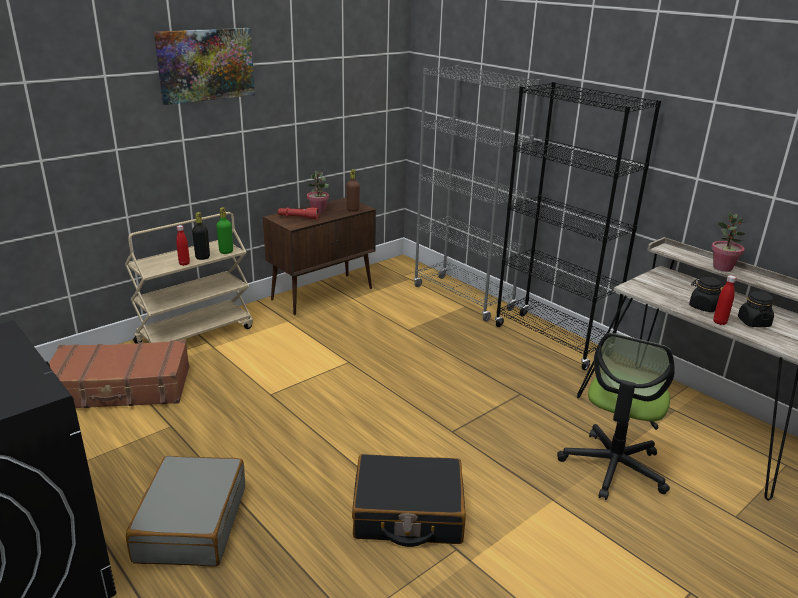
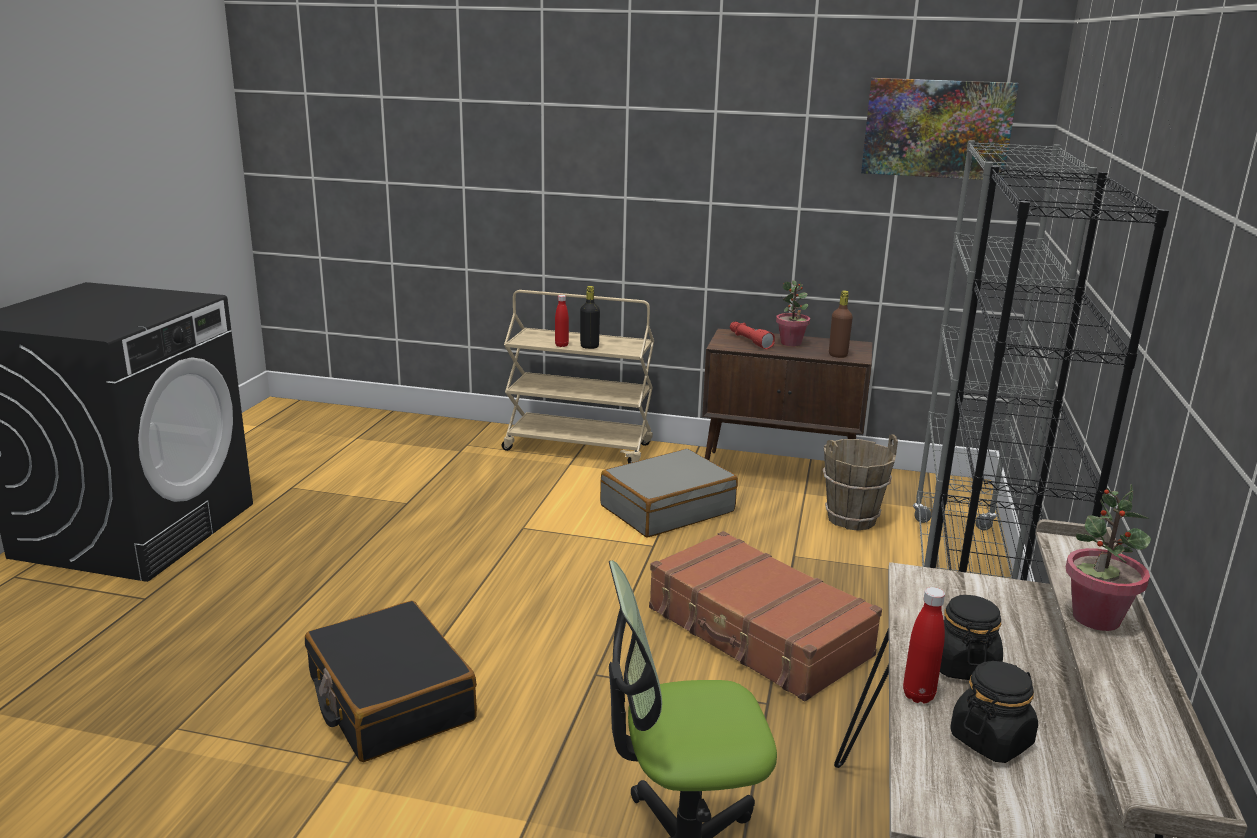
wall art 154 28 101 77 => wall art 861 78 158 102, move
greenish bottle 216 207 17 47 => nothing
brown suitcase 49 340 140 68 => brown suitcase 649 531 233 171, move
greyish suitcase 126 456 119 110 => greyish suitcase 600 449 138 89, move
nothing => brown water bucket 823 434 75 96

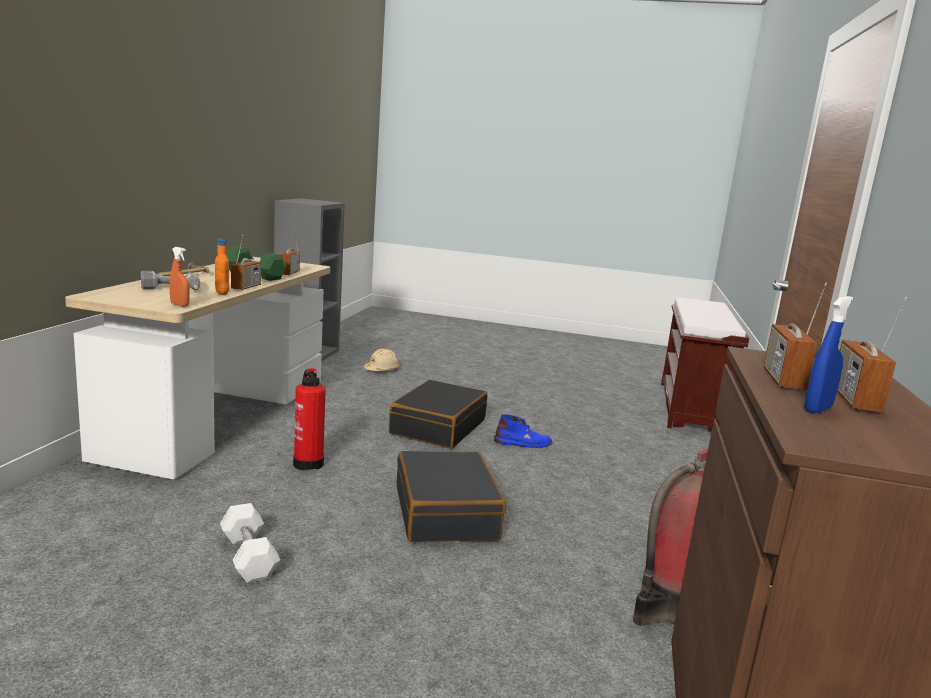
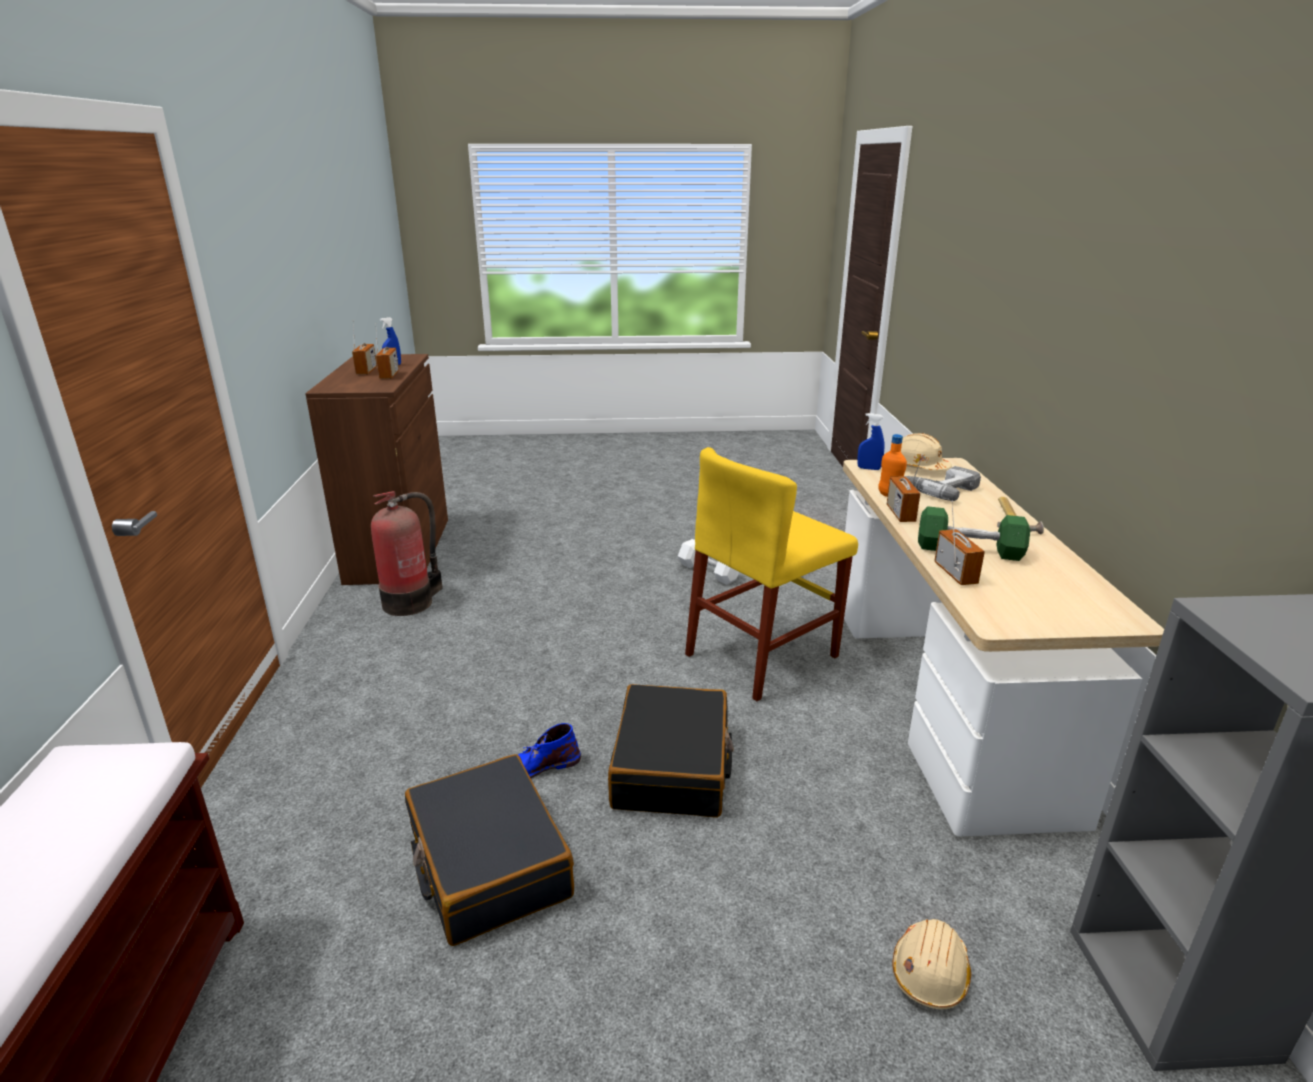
orangey sprayer 169 247 20 60 => blue-coloured sprayer 857 413 28 57
extinguisher 293 368 33 103 => yellow plain chair 685 447 173 254
blackish suitcase 397 451 109 91 => blackish suitcase 405 754 169 192, move
nothing => beige-coloured work helmet 901 433 51 38

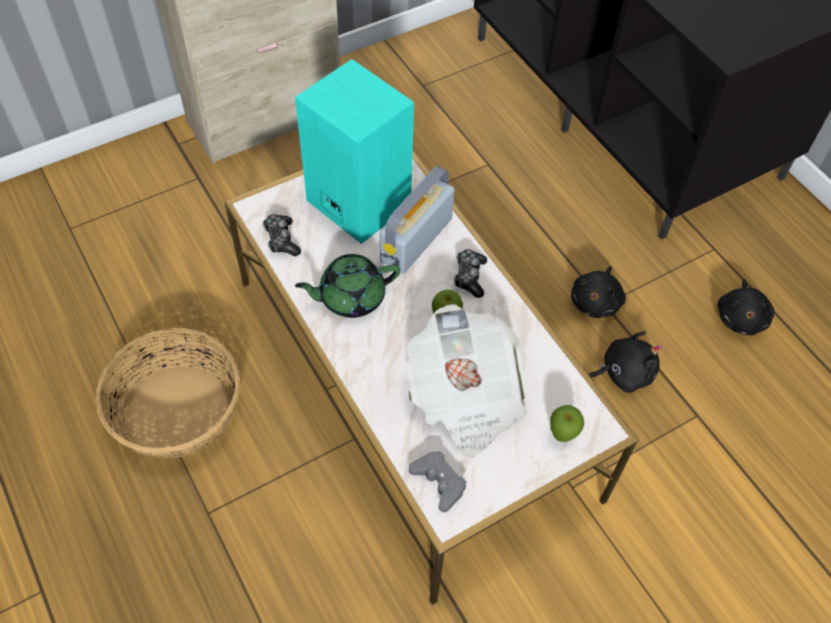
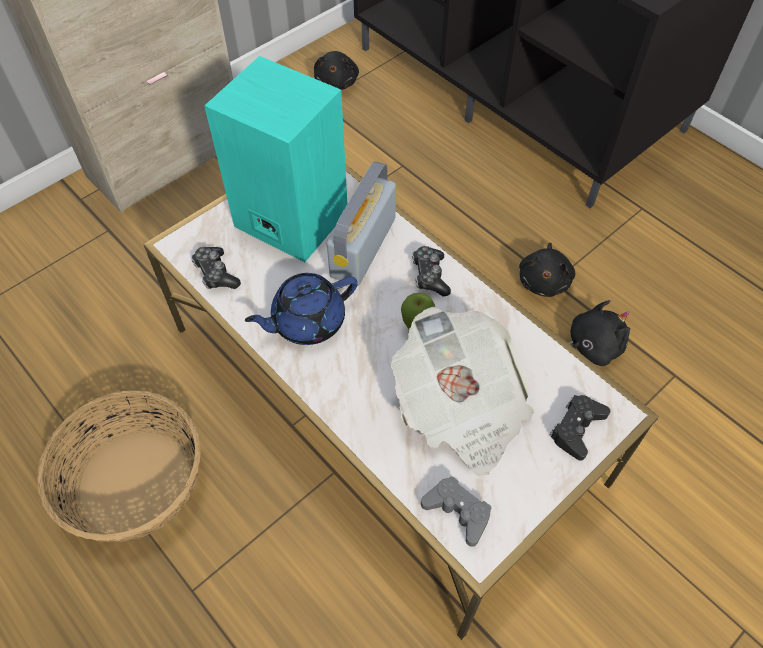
greenish teapot 295 254 105 64 => blue-coloured teapot 245 273 113 72
blackish plush toy 717 279 58 56 => blackish plush toy 314 51 45 39, move
apple 550 405 34 37 => blackish game controller 549 395 61 66

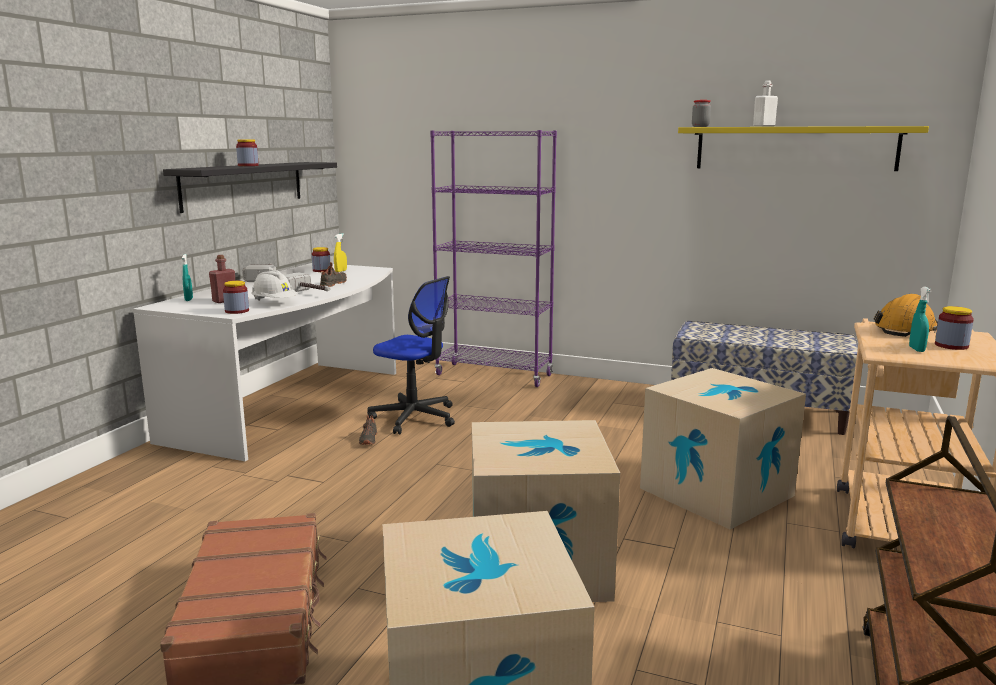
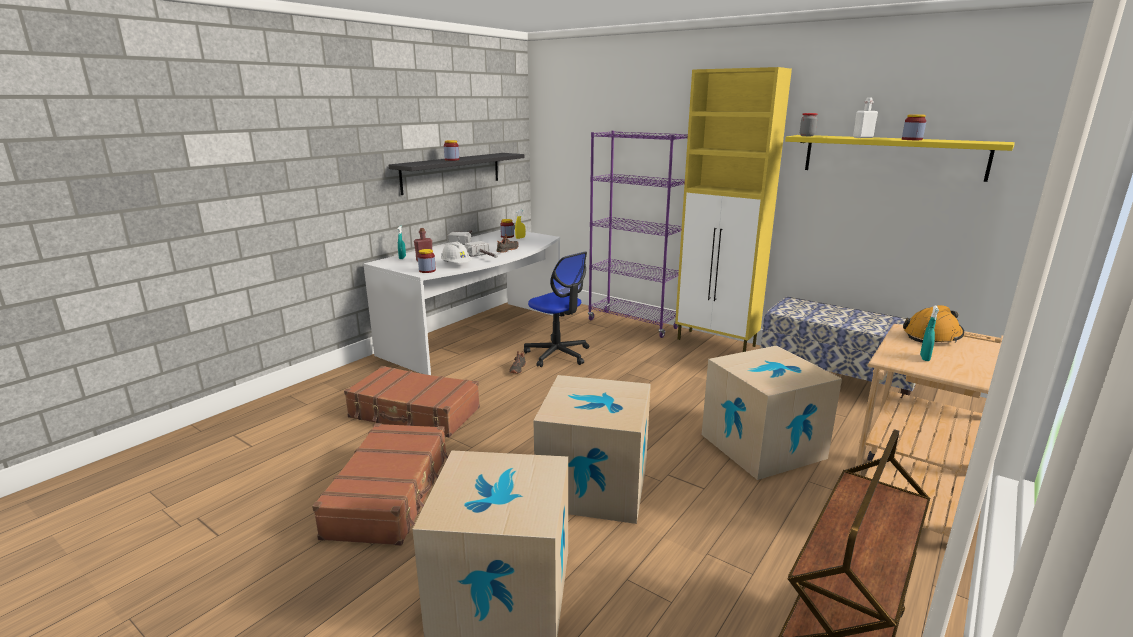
storage jar 935 306 39 44 => storage jar 902 114 24 26, move
nothing => yellow storage cabinet 675 67 117 285
nothing => brown suitcase 344 366 136 72

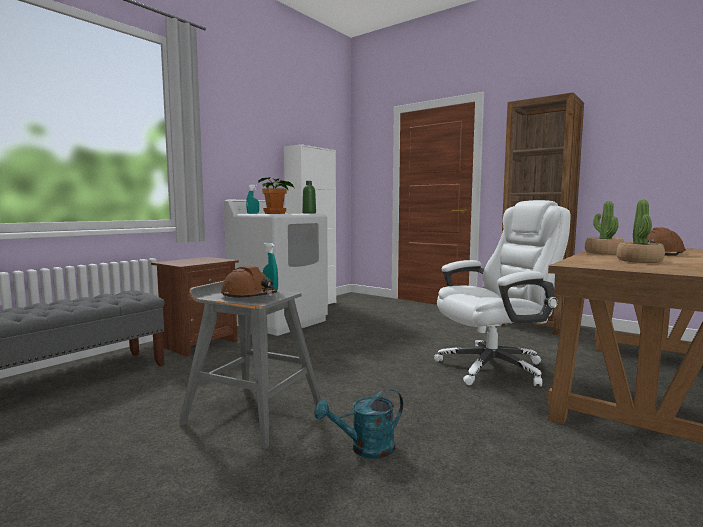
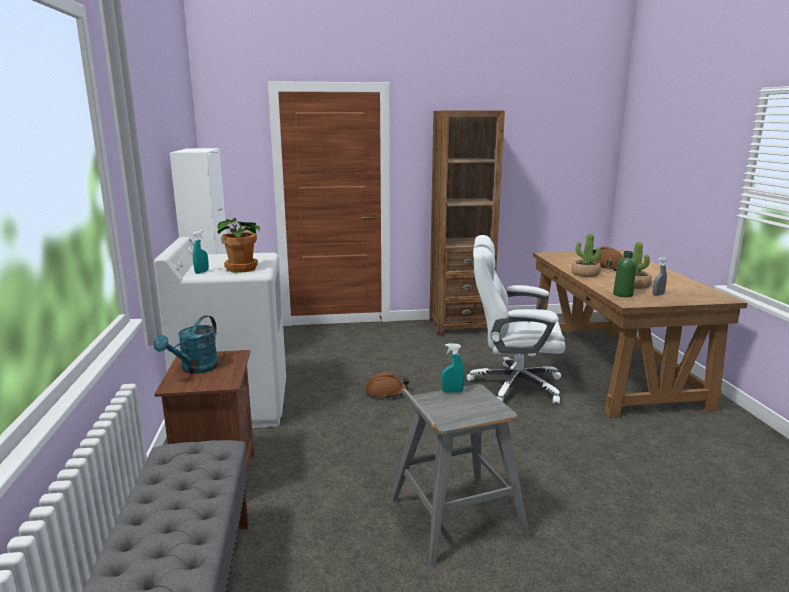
greenish bottle 302 181 14 33 => greenish bottle 613 251 23 46, move
whitish computer chair 434 200 136 187 => whitish computer chair 467 235 98 169, 105 degrees counterclockwise
brown work helmet 221 266 56 32 => brown work helmet 365 372 45 26, move
blue-green watering pot 314 388 89 71 => blue-green watering pot 154 315 65 59, move
nothing => greyish sprayer 653 257 14 39

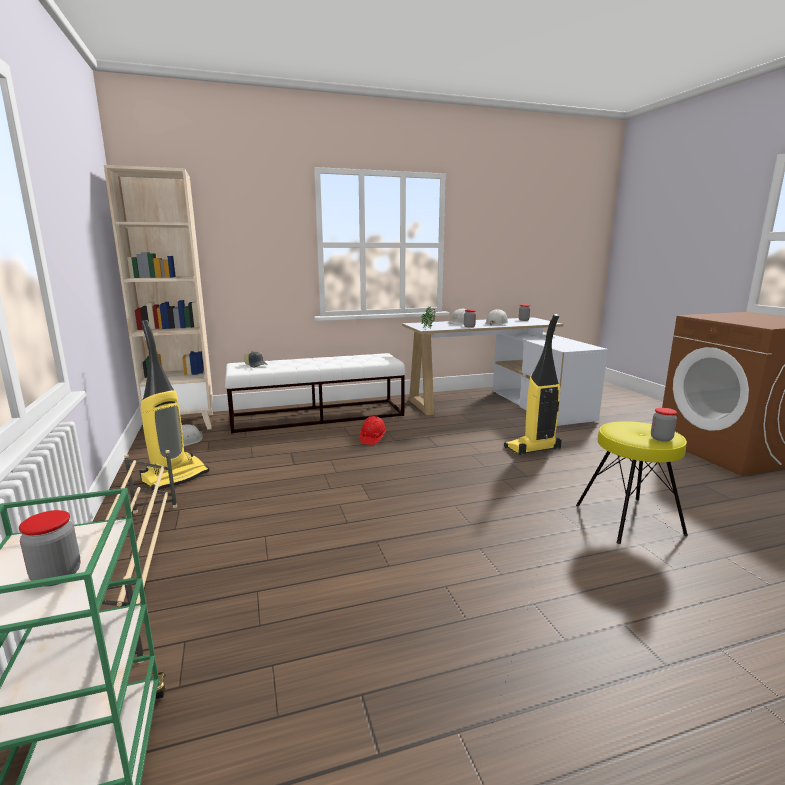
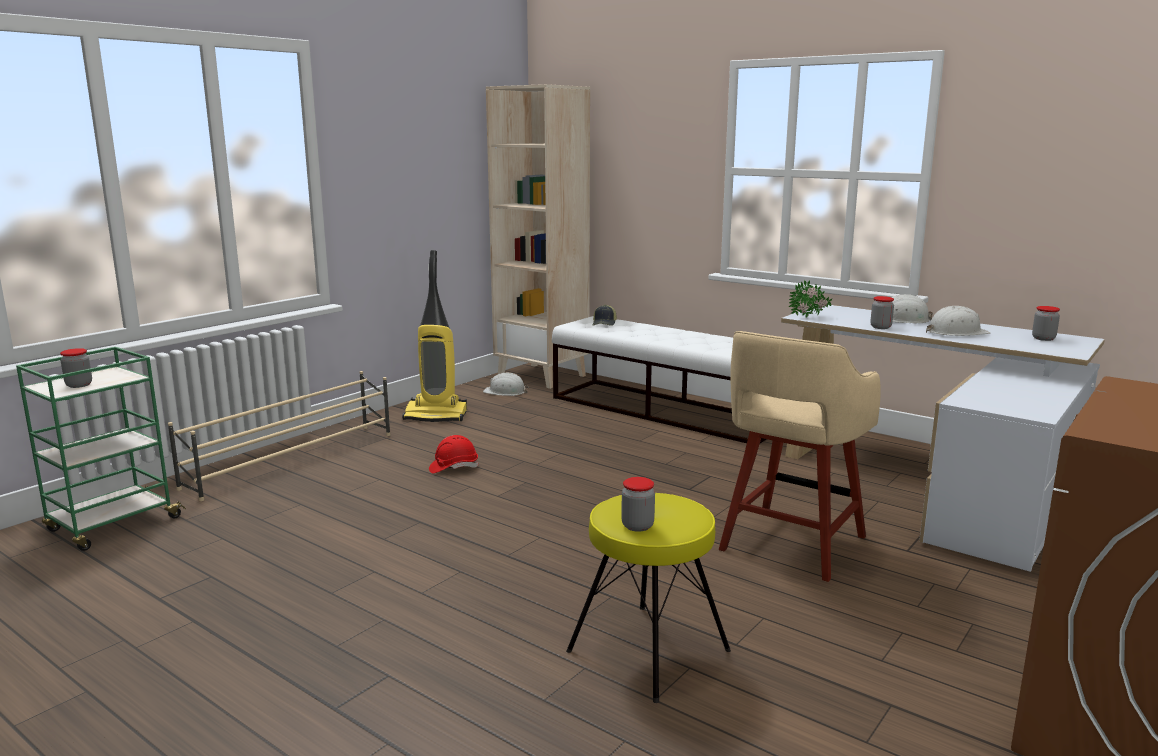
hoover 504 314 58 141 => beige-coloured stool 719 331 162 251
red-coloured work helmet 360 416 27 29 => red-coloured work helmet 429 435 49 38, move

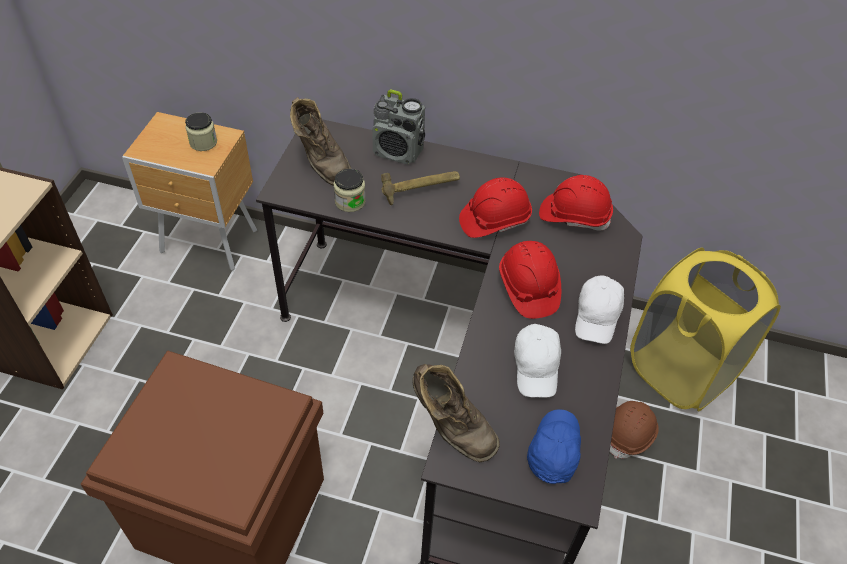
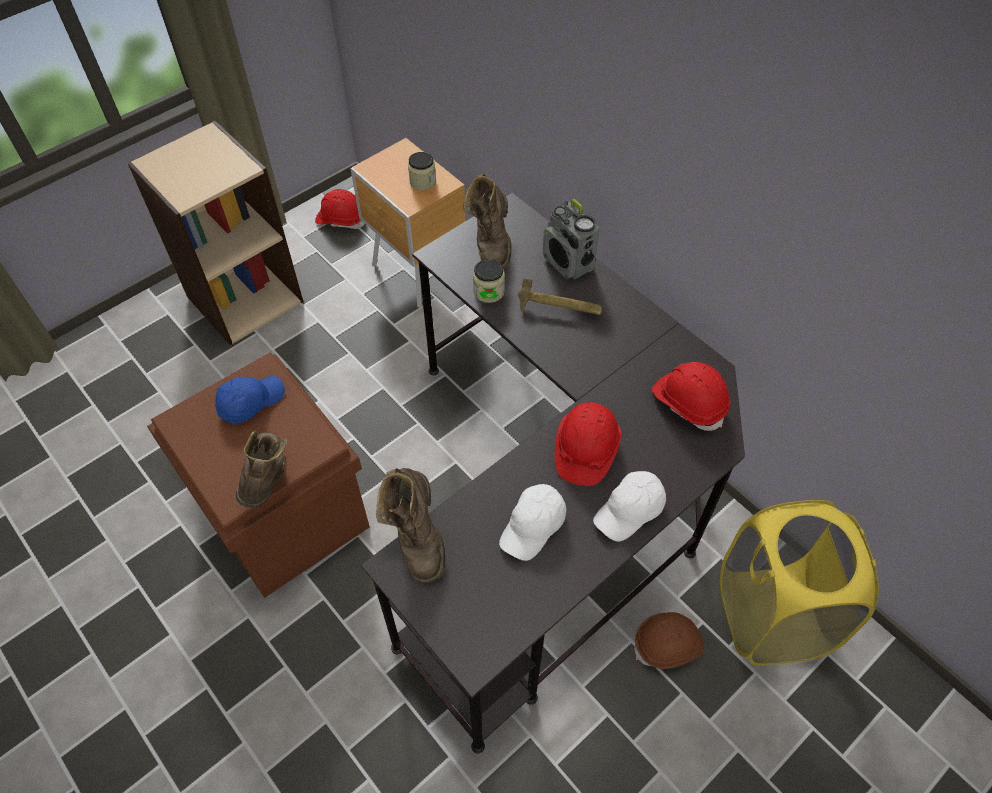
red-coloured work helmet 459 178 73 60 => red-coloured work helmet 315 189 50 40, move
blue-coloured baseball cap 527 409 54 75 => blue-coloured baseball cap 215 376 70 48, move
nothing => brown boot 236 430 52 78

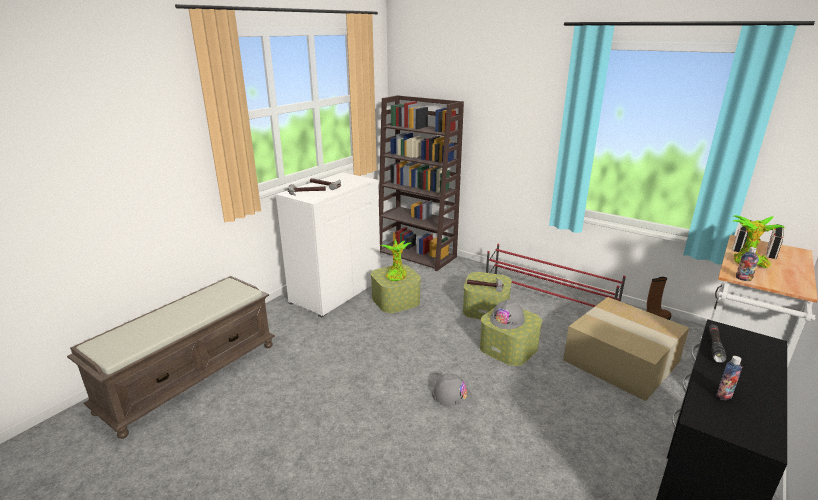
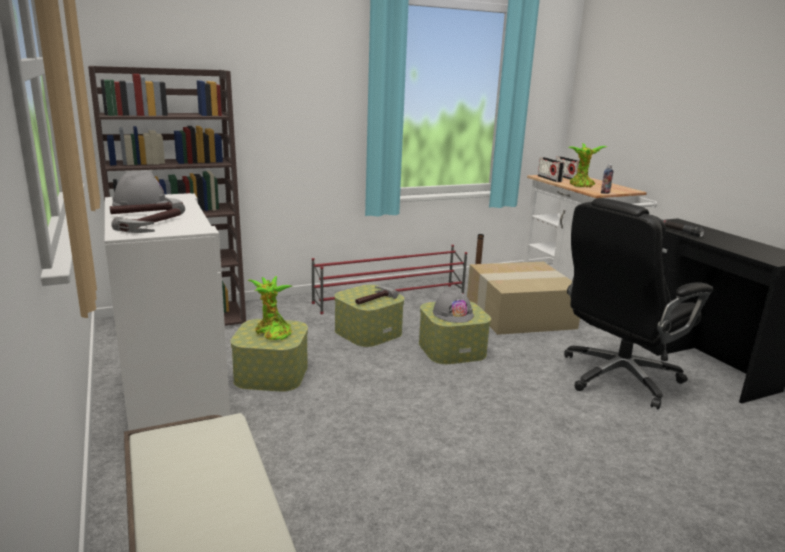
bottle 716 356 27 44 => nothing
greyish work helmet 432 373 40 35 => greyish work helmet 112 171 56 35, move
nothing => blackish computer chair 564 198 149 211

